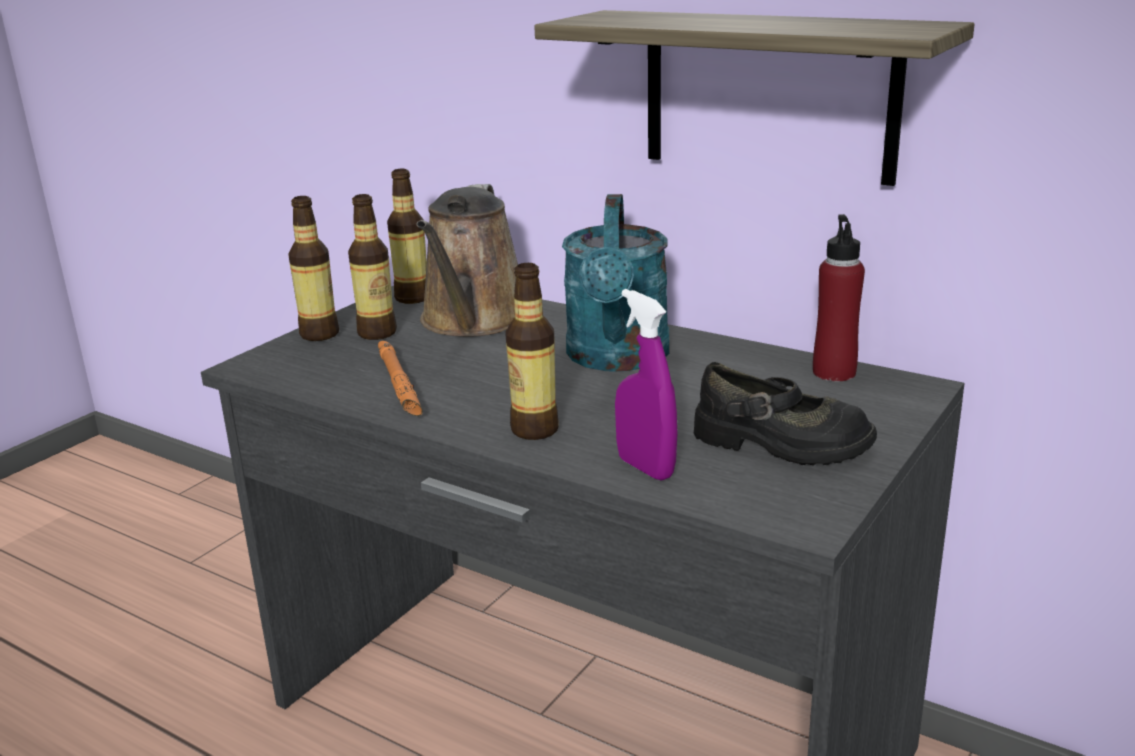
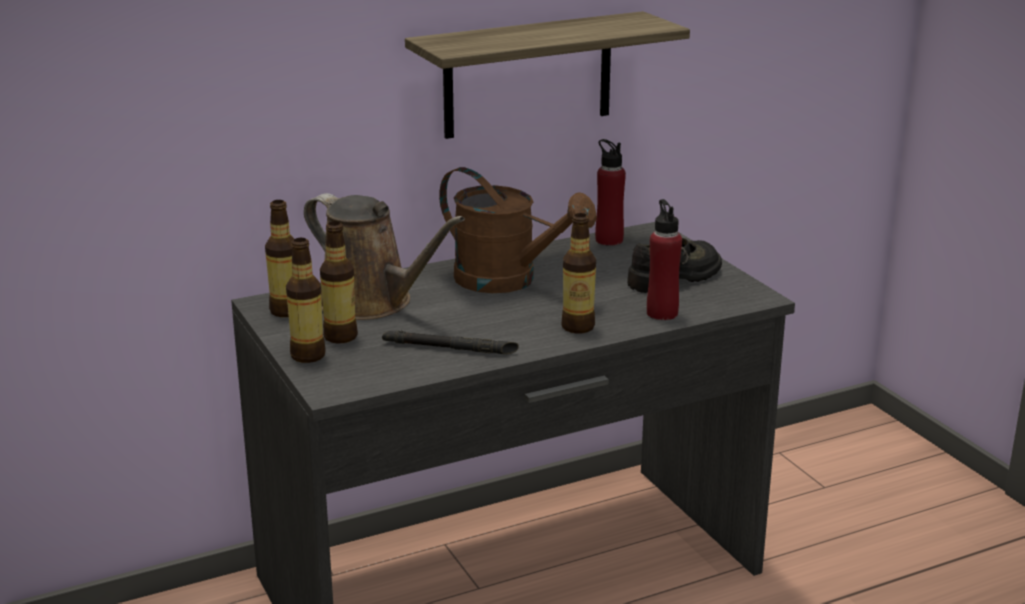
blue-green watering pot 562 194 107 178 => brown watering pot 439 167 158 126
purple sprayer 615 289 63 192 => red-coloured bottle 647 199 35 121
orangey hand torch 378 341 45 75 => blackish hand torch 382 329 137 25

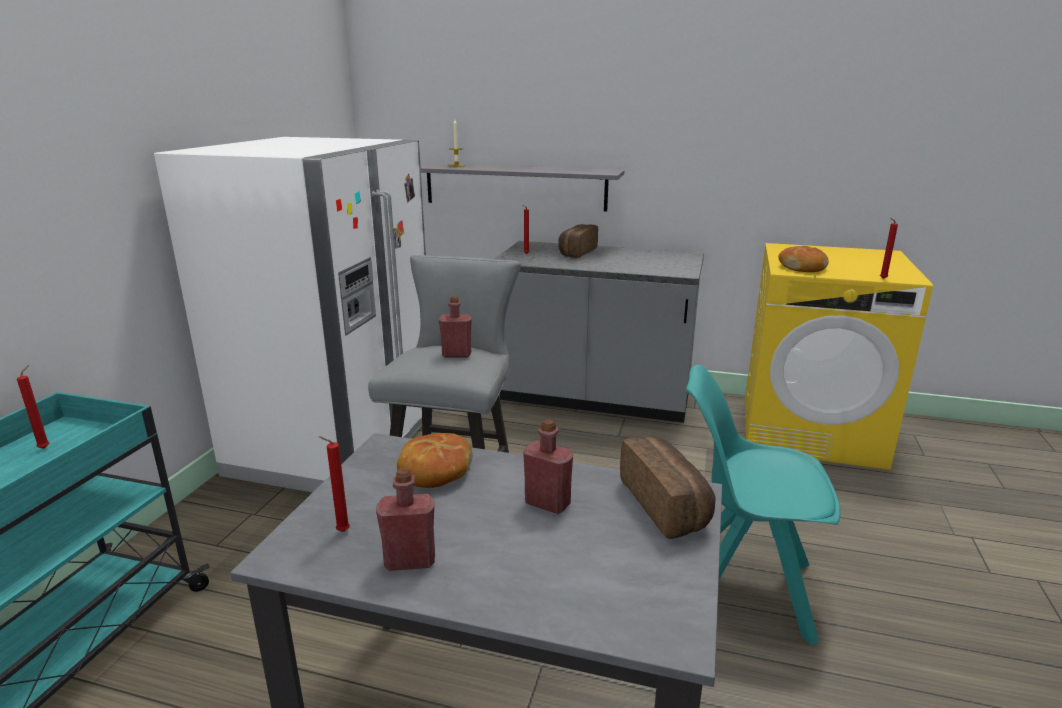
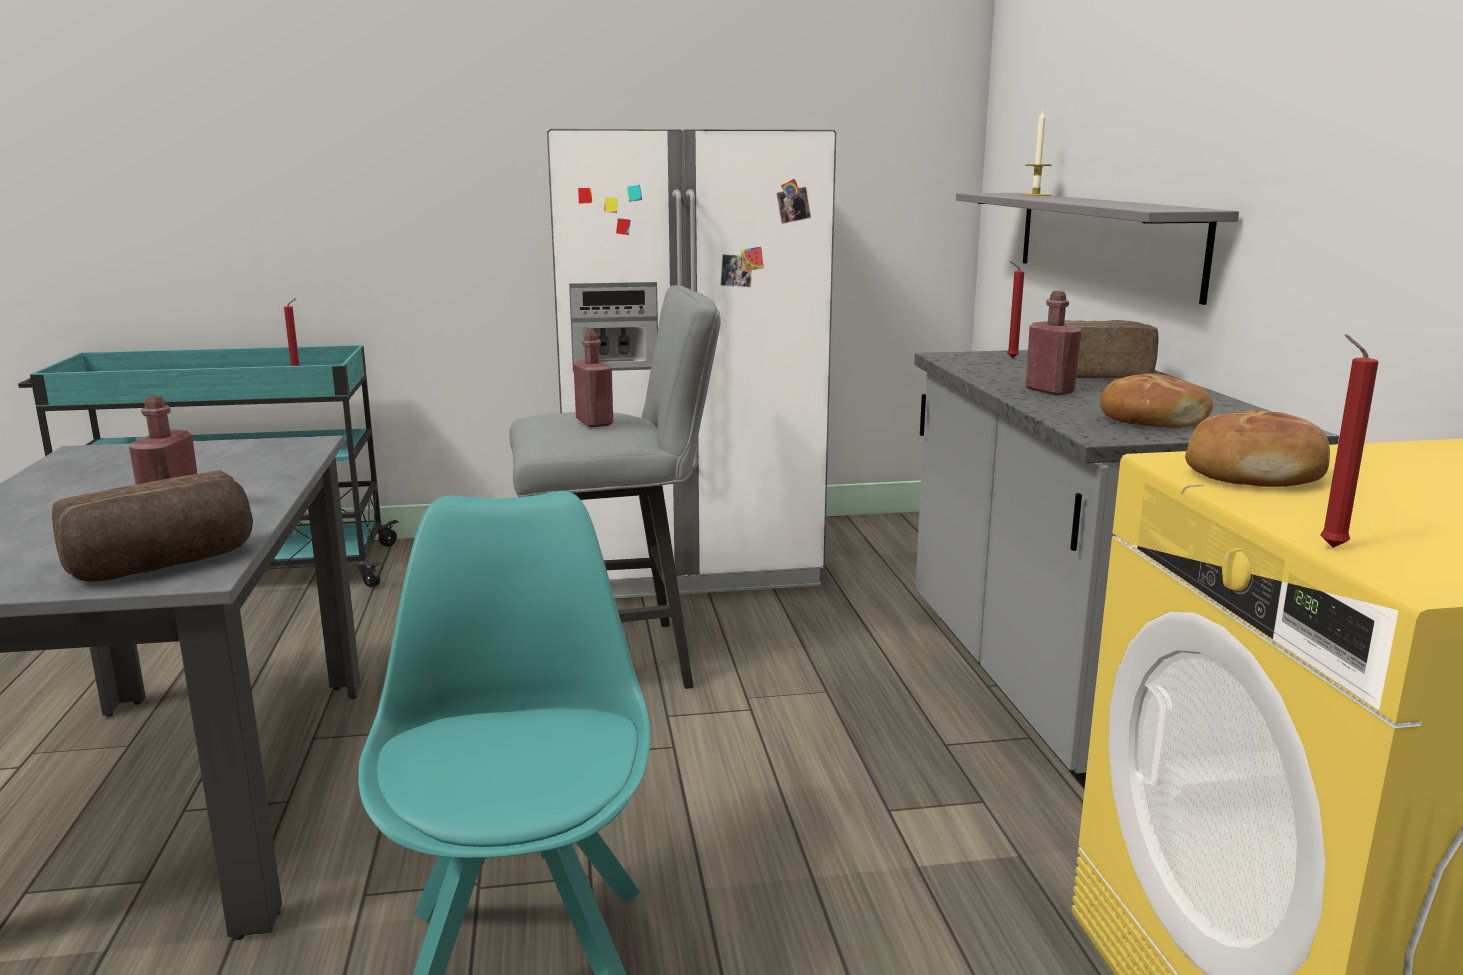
baked bread 397 433 75 55 => baked bread 1100 374 113 54, move
red-coloured wax light 319 436 31 96 => nothing
red-coloured bottle 376 468 59 103 => red-coloured bottle 1025 291 57 104, move

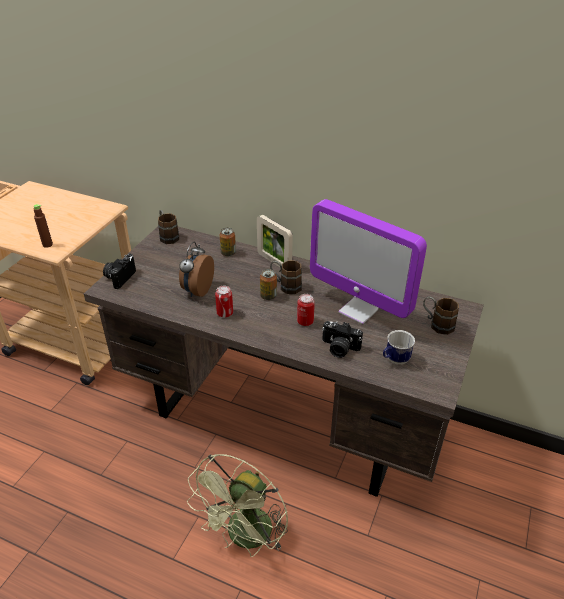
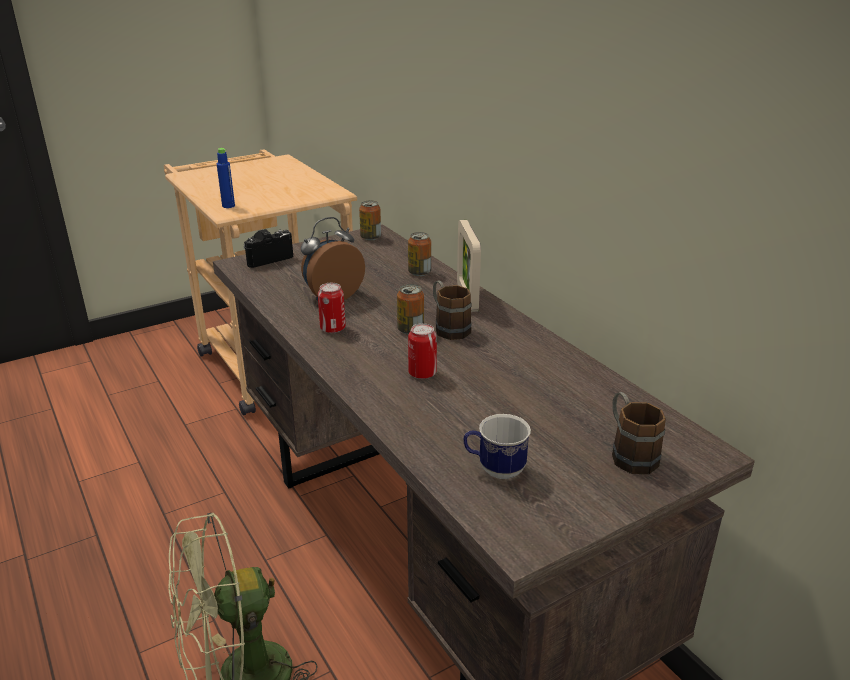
monitor 310 199 117 125 => nothing
brown bottle 34 204 19 44 => blue-coloured bottle 217 148 18 60
brown mug 158 210 21 34 => sealed can 359 200 22 41
still camera 322 321 41 37 => nothing

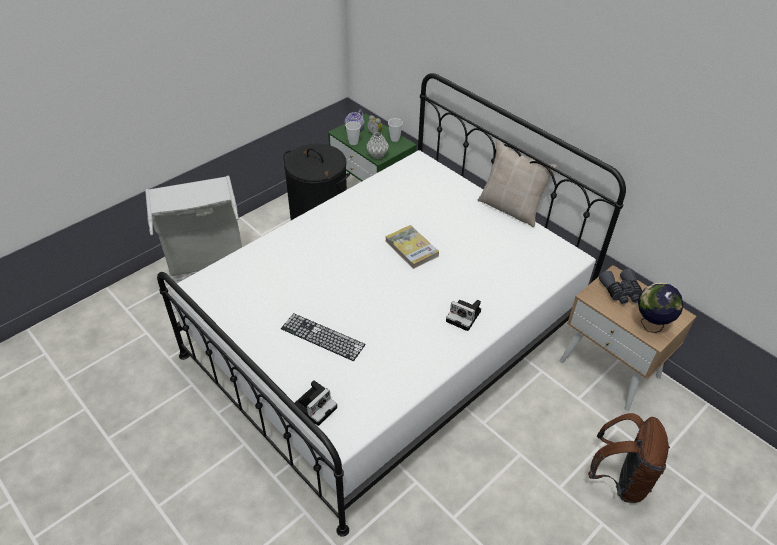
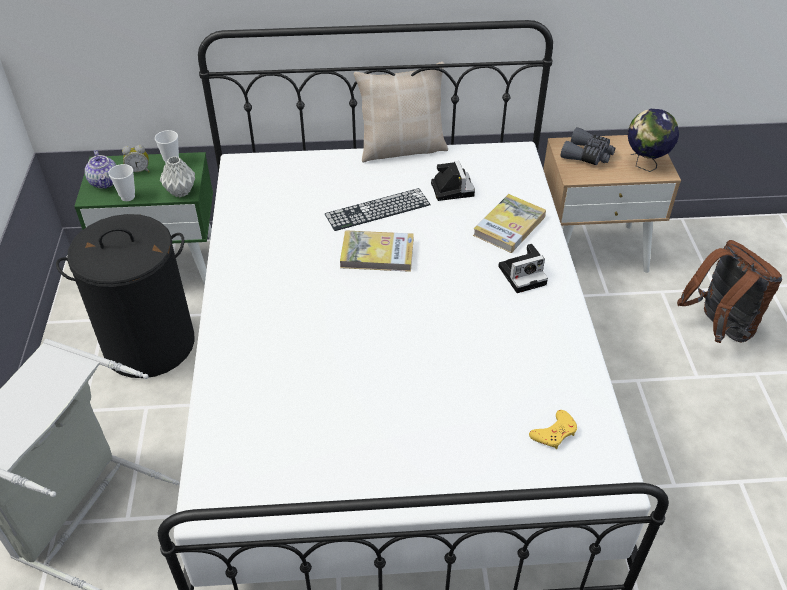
computer keyboard 281 313 85 48 => computer keyboard 325 188 105 43, move
still camera 295 380 42 46 => still camera 431 161 44 40, move
nothing => book 473 194 73 59
nothing => yellow game controller 529 410 48 39

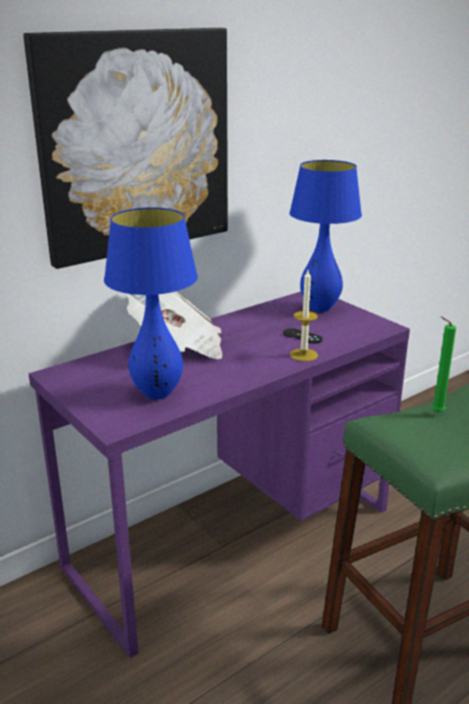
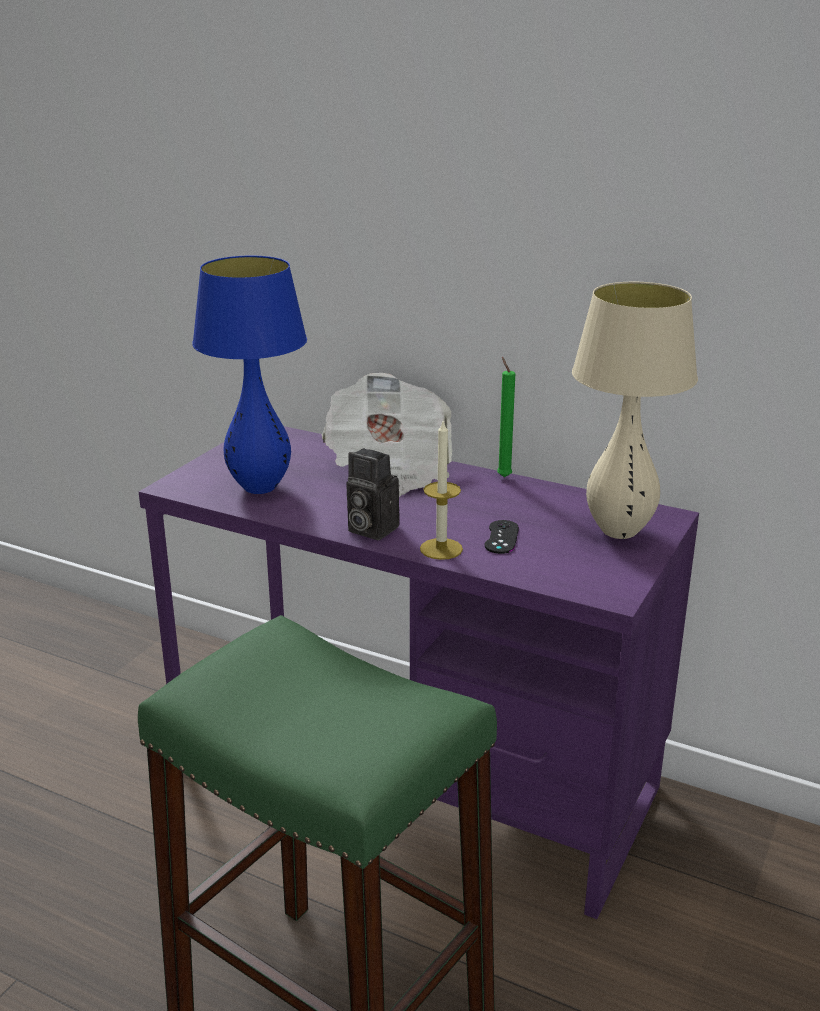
wall art 23 28 205 241 => nothing
blue-coloured table lamp 289 160 73 152 => beige-coloured table lamp 572 282 126 257
greenish wax light 432 317 24 95 => greenish wax light 497 357 18 121, move
nothing => still camera 346 448 54 92

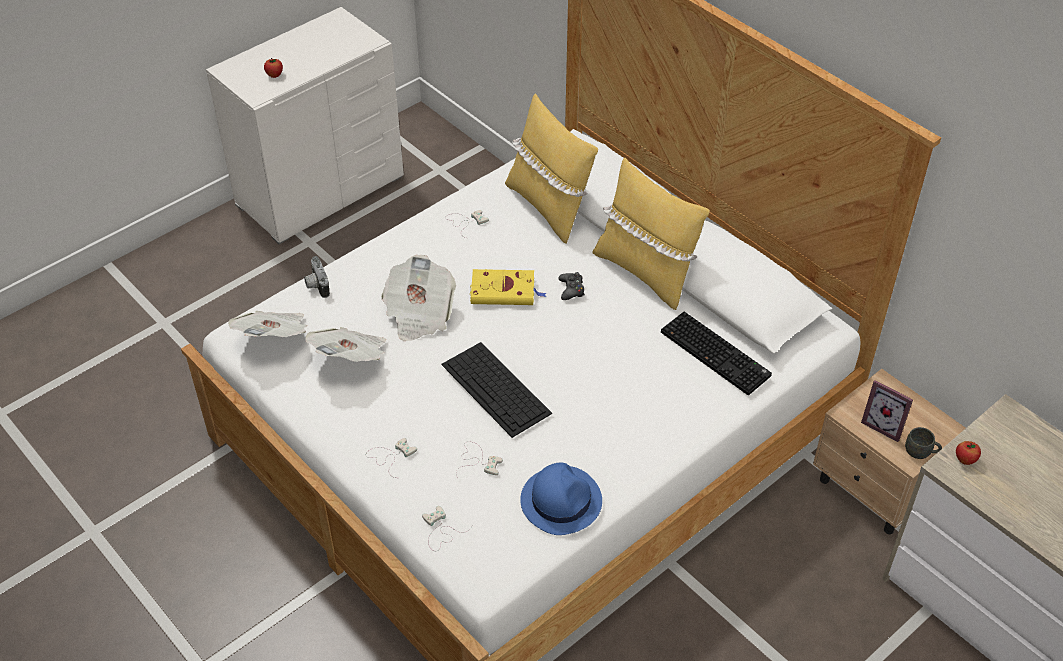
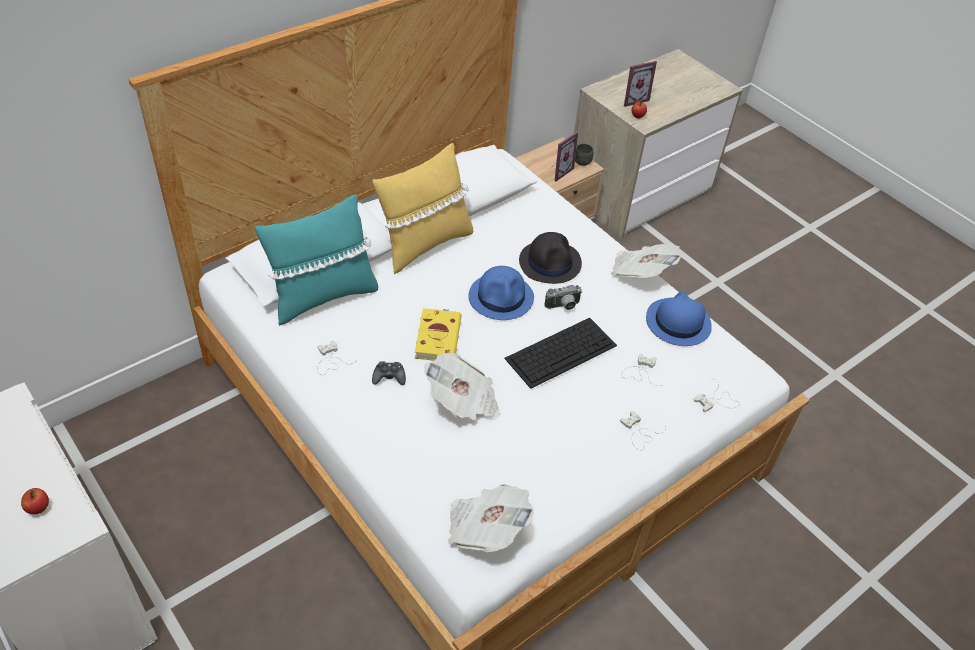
yellow pillow 505 93 93 150 => blue-green pillow 255 194 123 132
still camera 304 256 26 42 => still camera 545 285 37 25, move
blackish game controller 559 272 26 28 => blackish game controller 372 361 34 24, move
computer keyboard 661 312 111 83 => nothing
printed paper 305 327 81 35 => printed paper 611 244 70 34, move
nothing => standing frame 624 61 33 46
nothing => blackish clothing hat 519 232 63 52
nothing => blue-coloured clothing hat 468 266 66 54

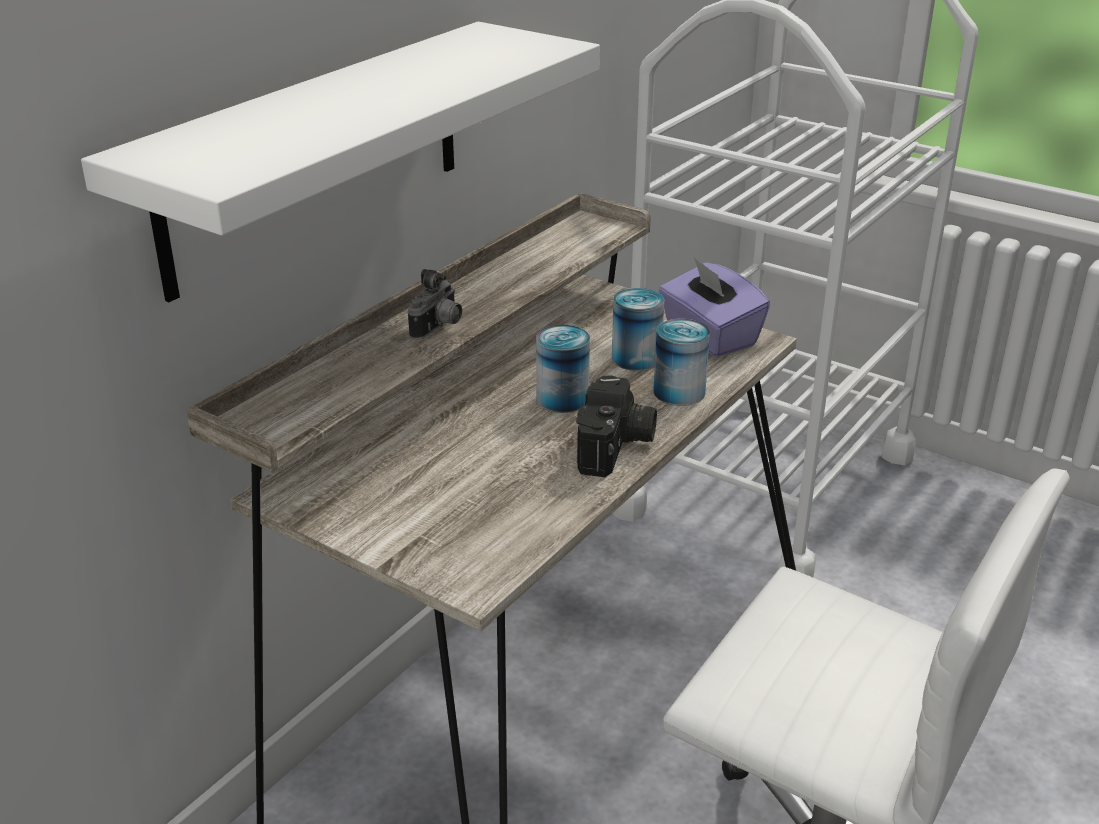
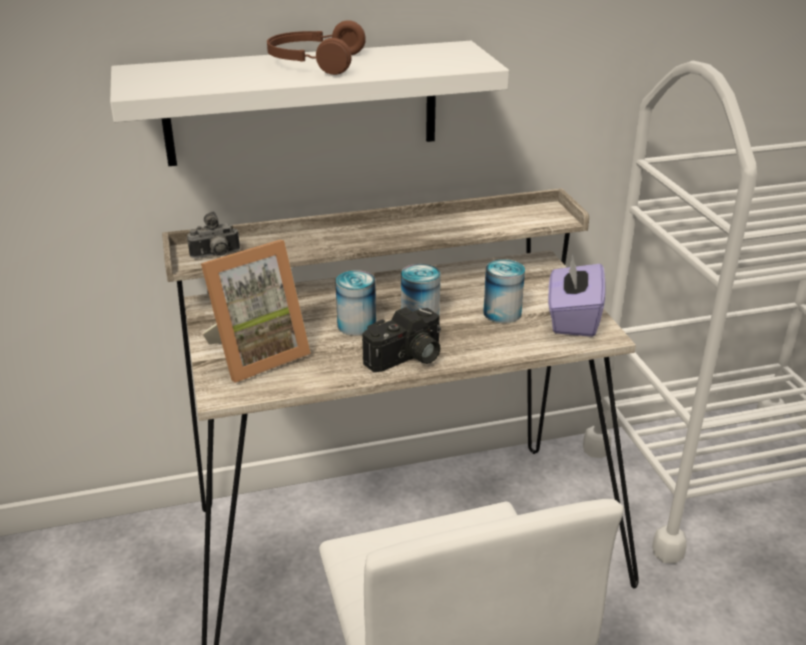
still camera 408 269 54 71 => still camera 187 212 53 46, move
sealed can 653 319 57 87 => sealed can 336 270 40 66, move
nothing => brown pair of headphones 267 20 99 55
nothing => standing frame 201 240 110 143

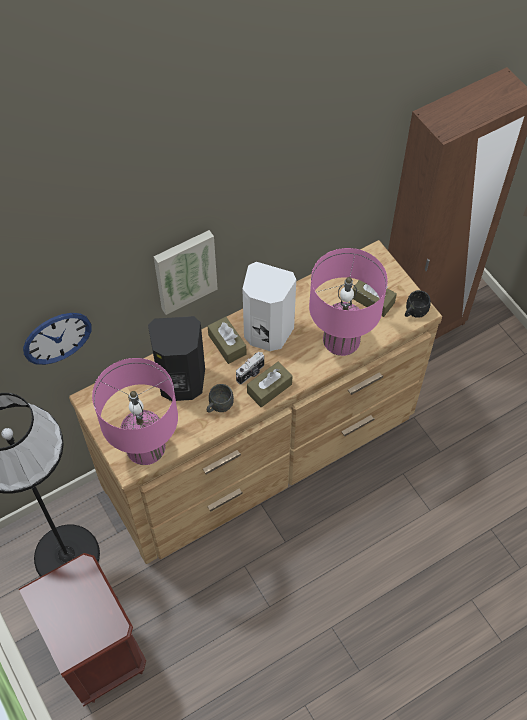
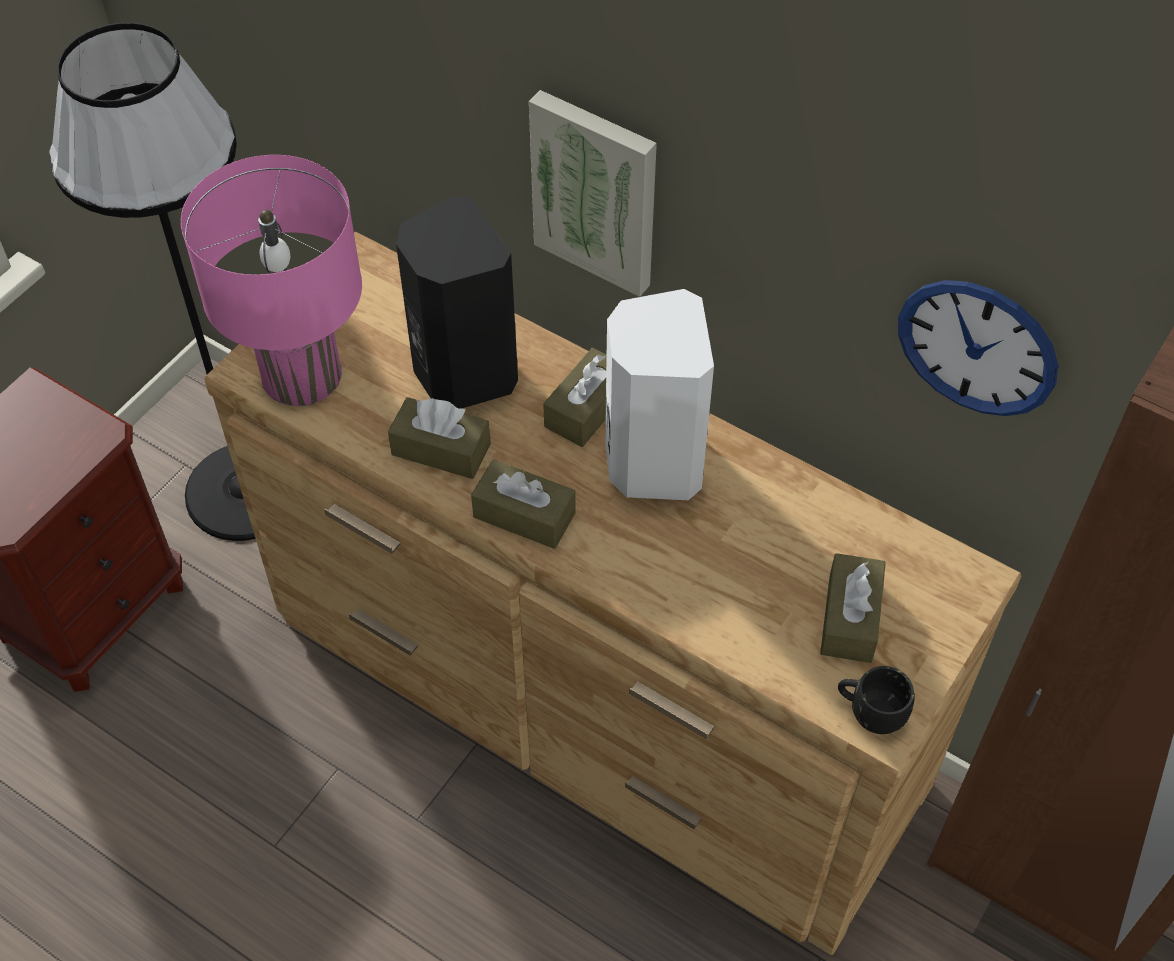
pinkish table lamp 309 248 79 108 => nothing
hanging clock 23 313 69 52 => hanging clock 898 280 161 136, move
still camera 236 352 28 33 => nothing
greyish mug 207 384 27 29 => brown tissue box 388 397 103 82

